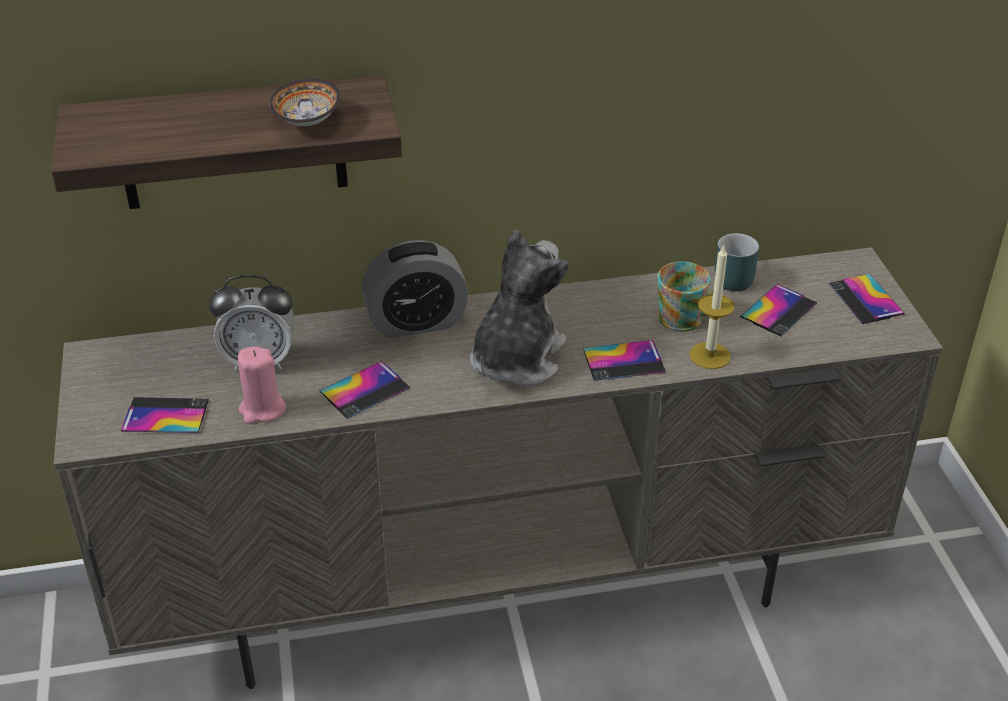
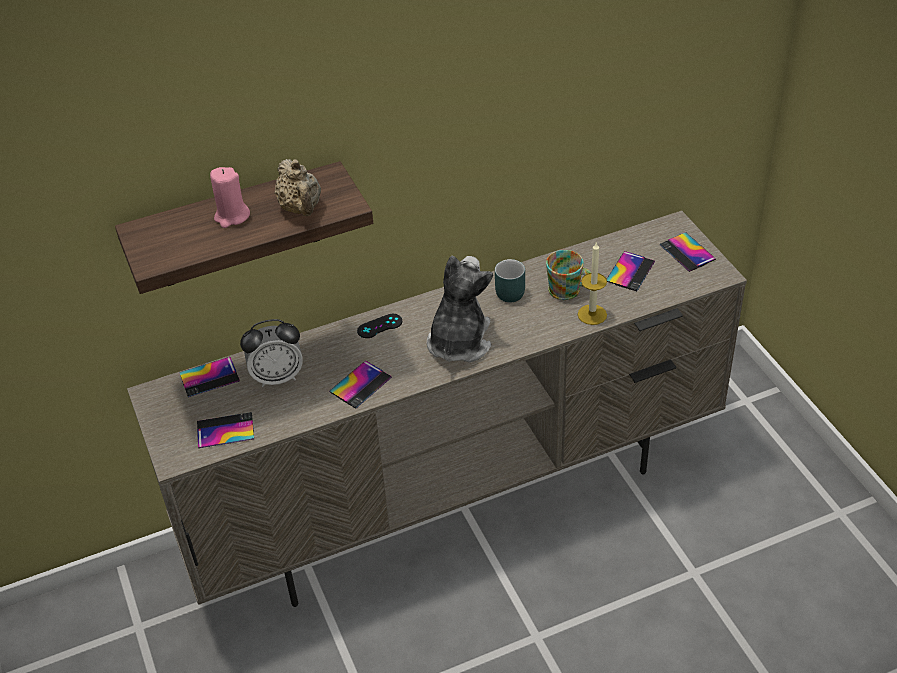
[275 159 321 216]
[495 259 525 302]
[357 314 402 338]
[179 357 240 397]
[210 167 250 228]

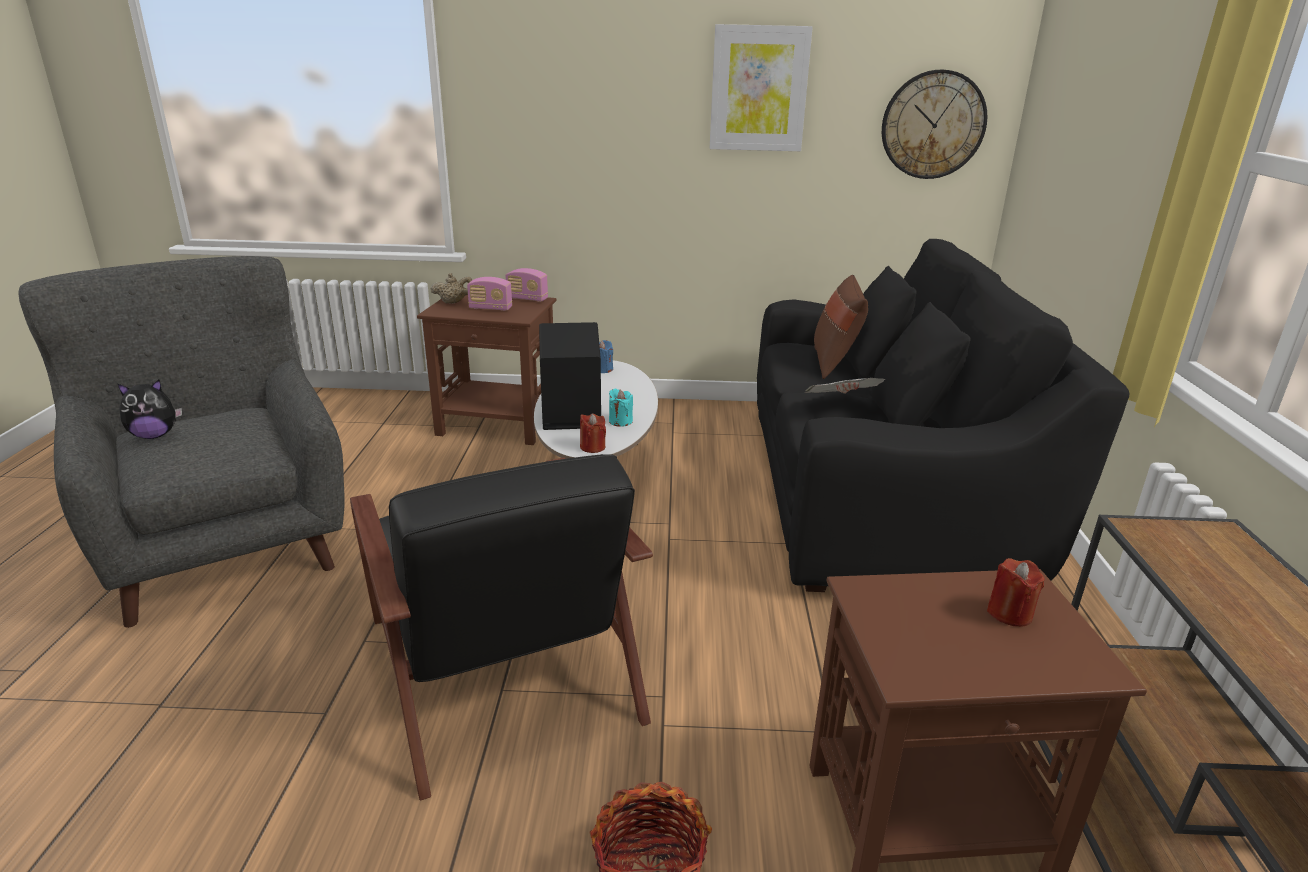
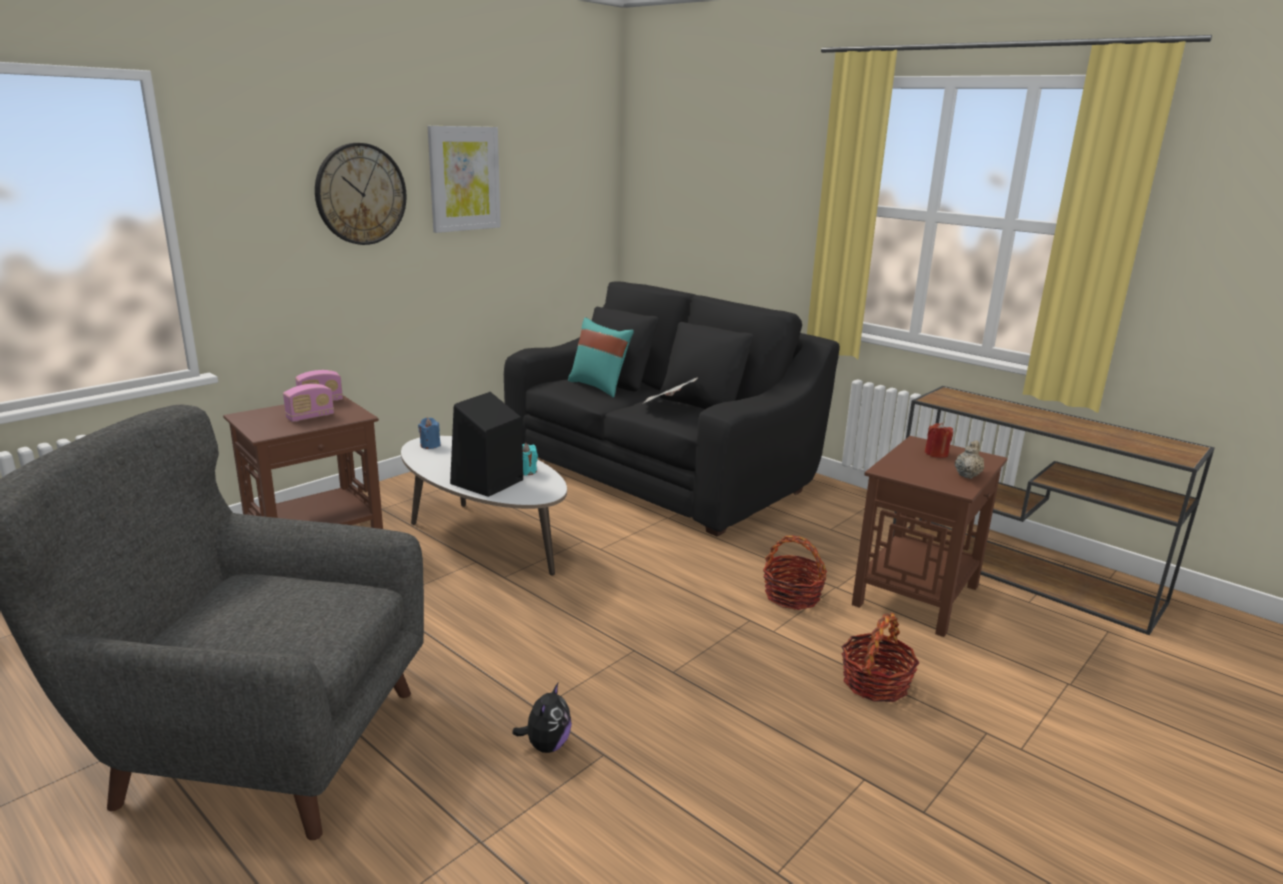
[315 143 406 245]
[955 440 984 479]
[568 317 634 398]
[512 683 572 753]
[580 414 606 453] (first image)
[350 454 653 801] (first image)
[763 536 827 610]

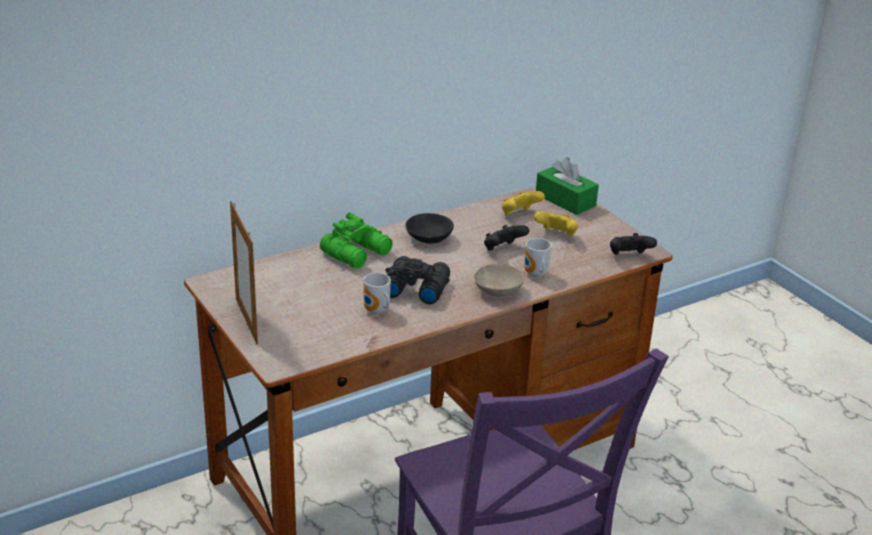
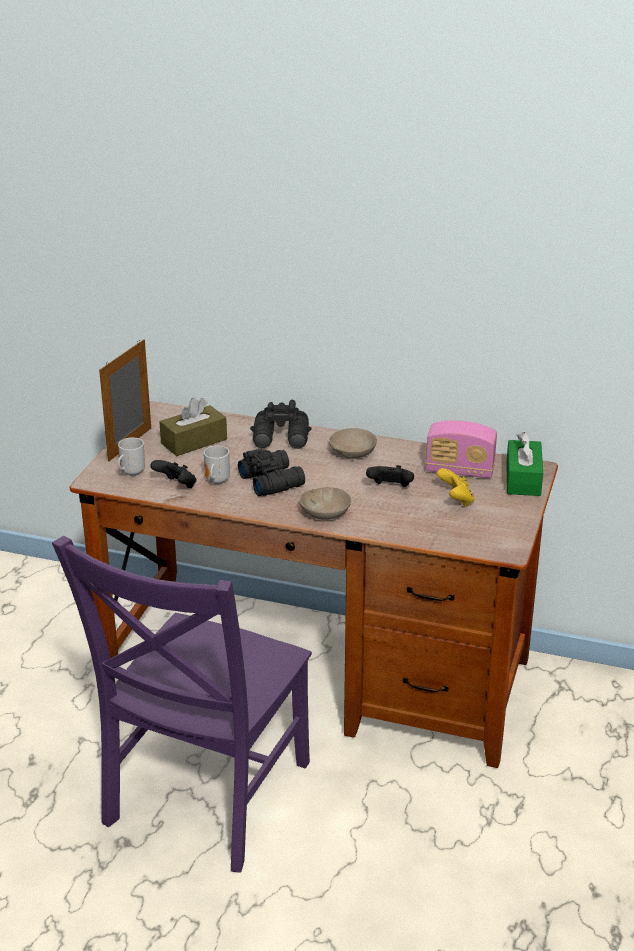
[426 420 497 478]
[250 400 311 449]
[329 428 377 459]
[150 460 197 488]
[118 437 145 476]
[159 397 227 456]

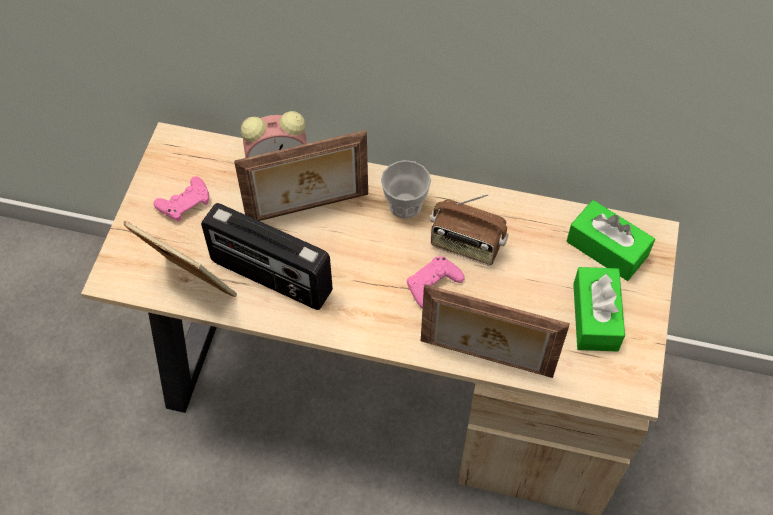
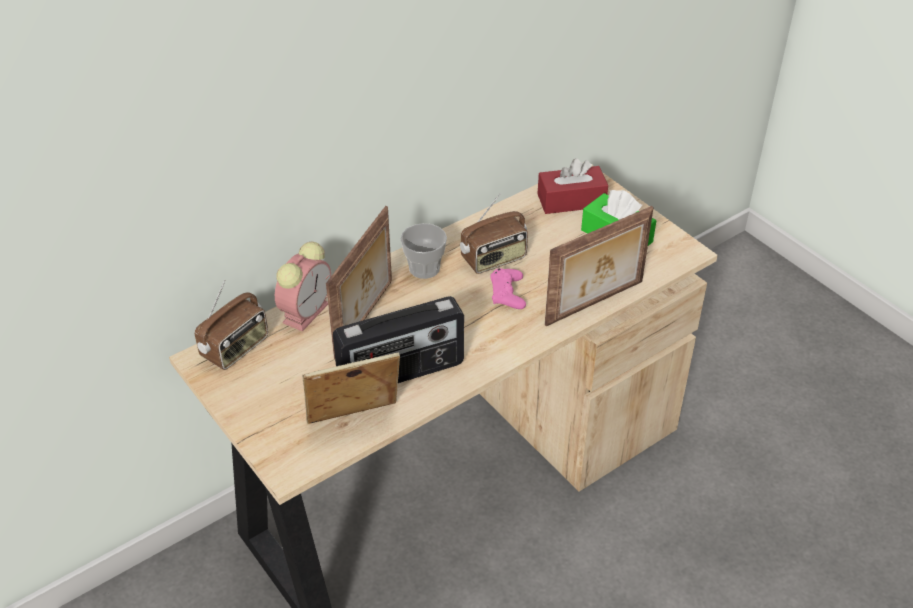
[153 176 209 222] (first image)
[538 158 608 214]
[195 280 268 370]

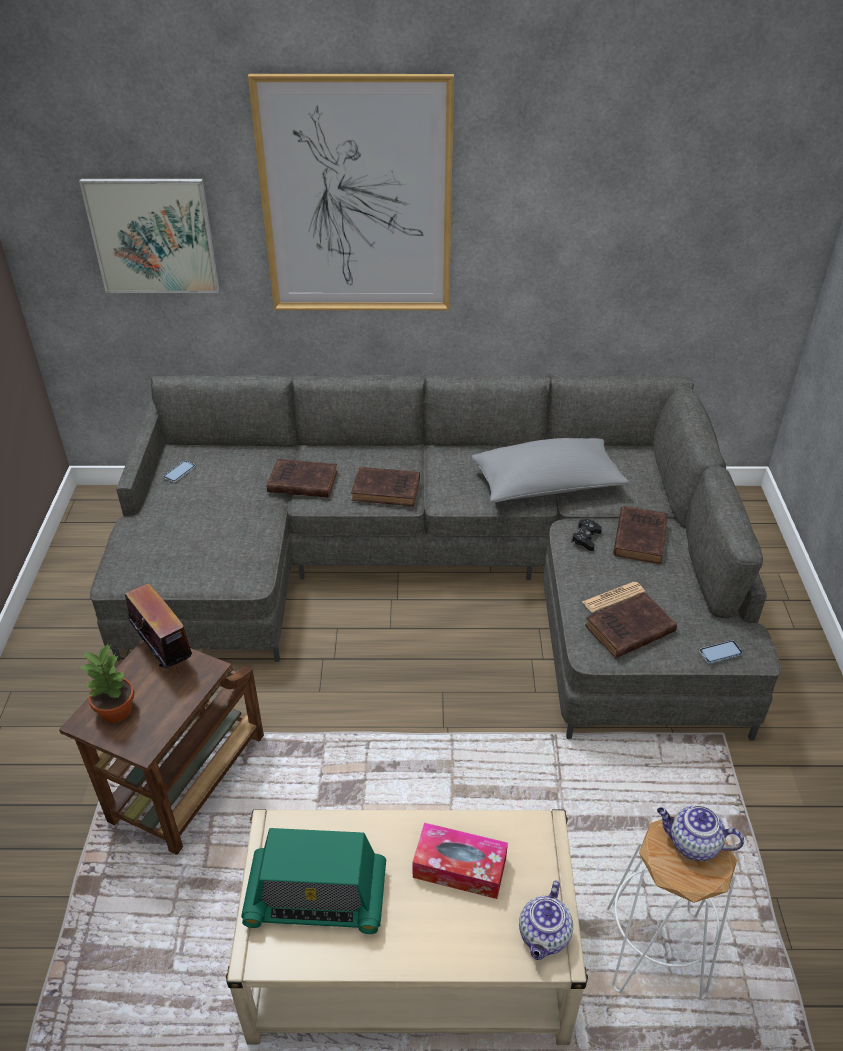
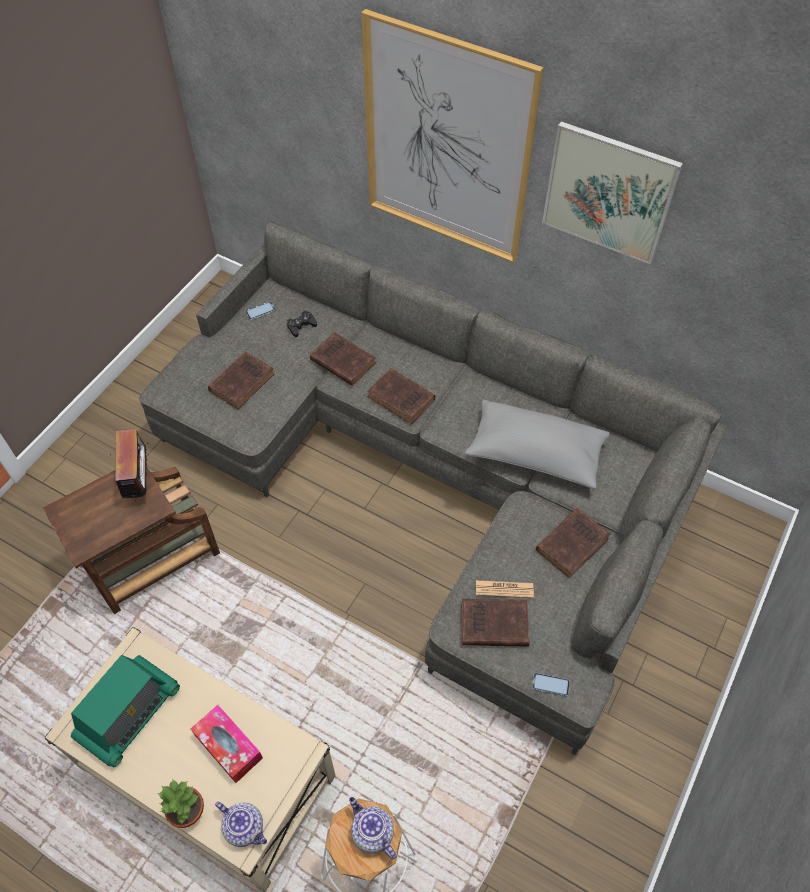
[542 121 683 264]
[287 310 317 337]
[158 780 204 828]
[71 655 180 768]
[215 801 267 847]
[208 352 275 409]

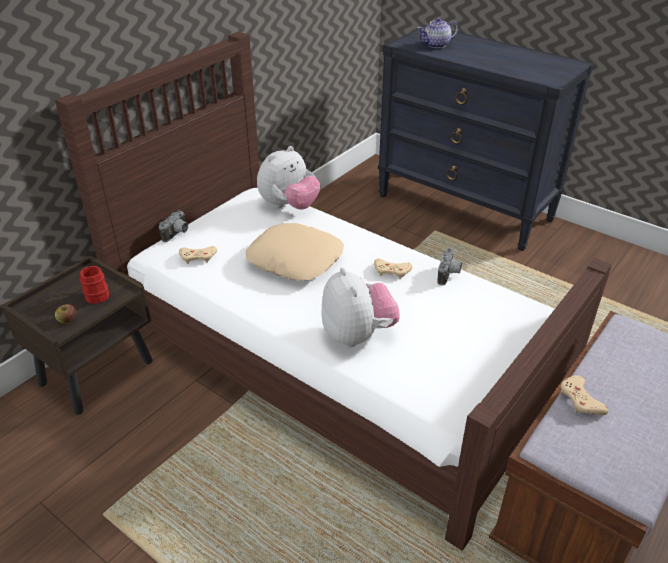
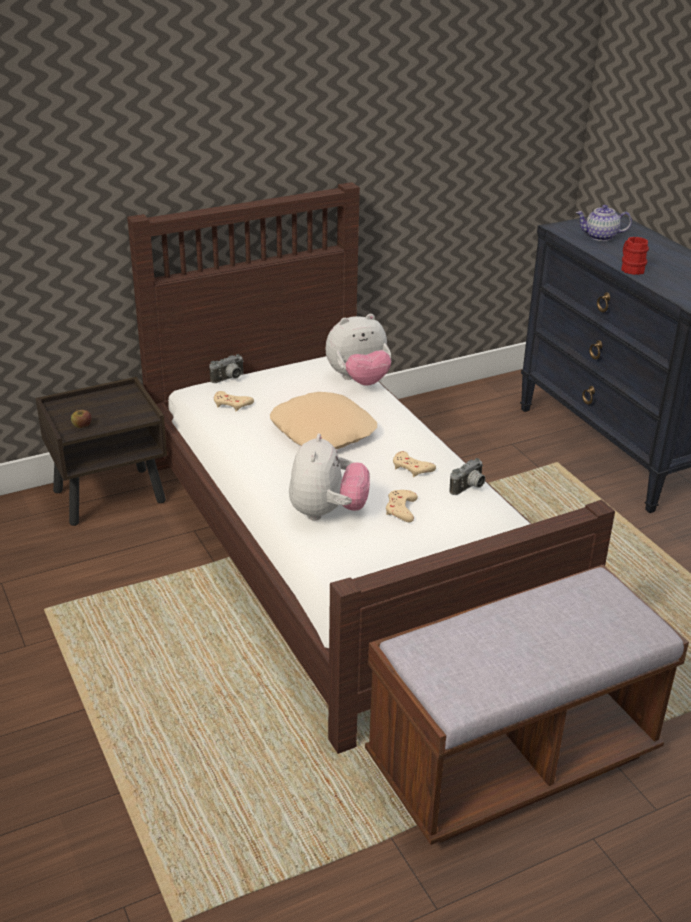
[621 237 649 275]
[386 490 418 522]

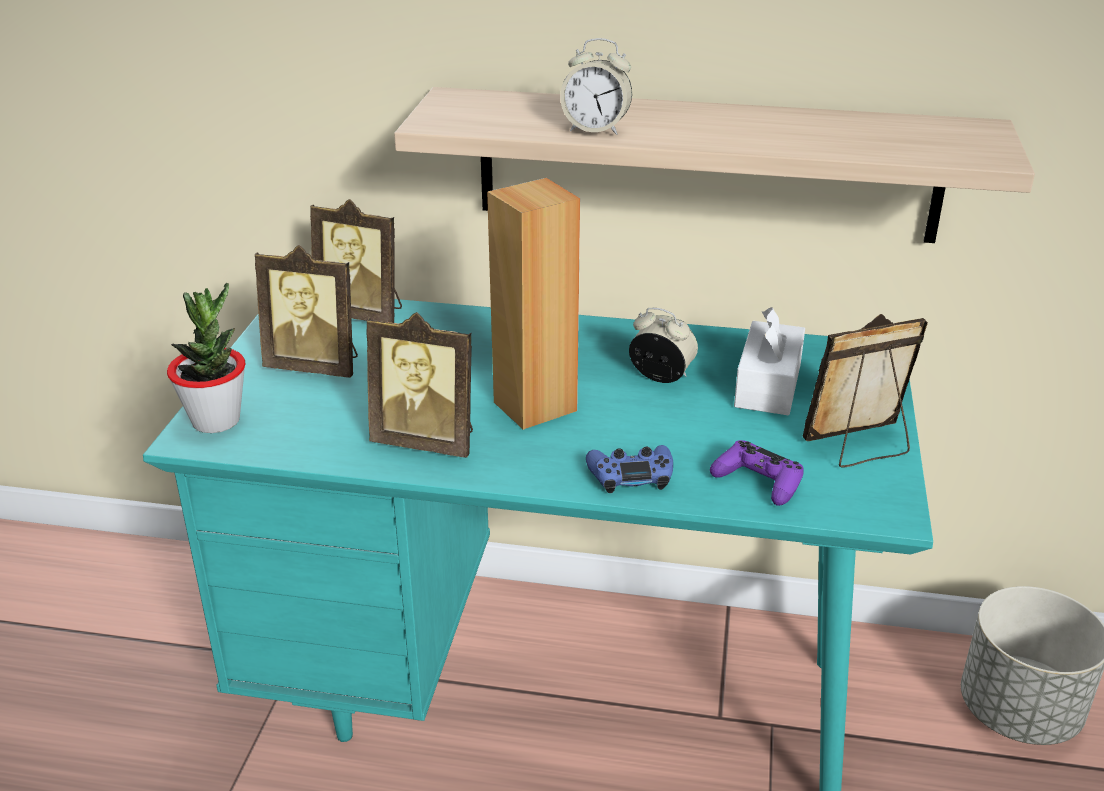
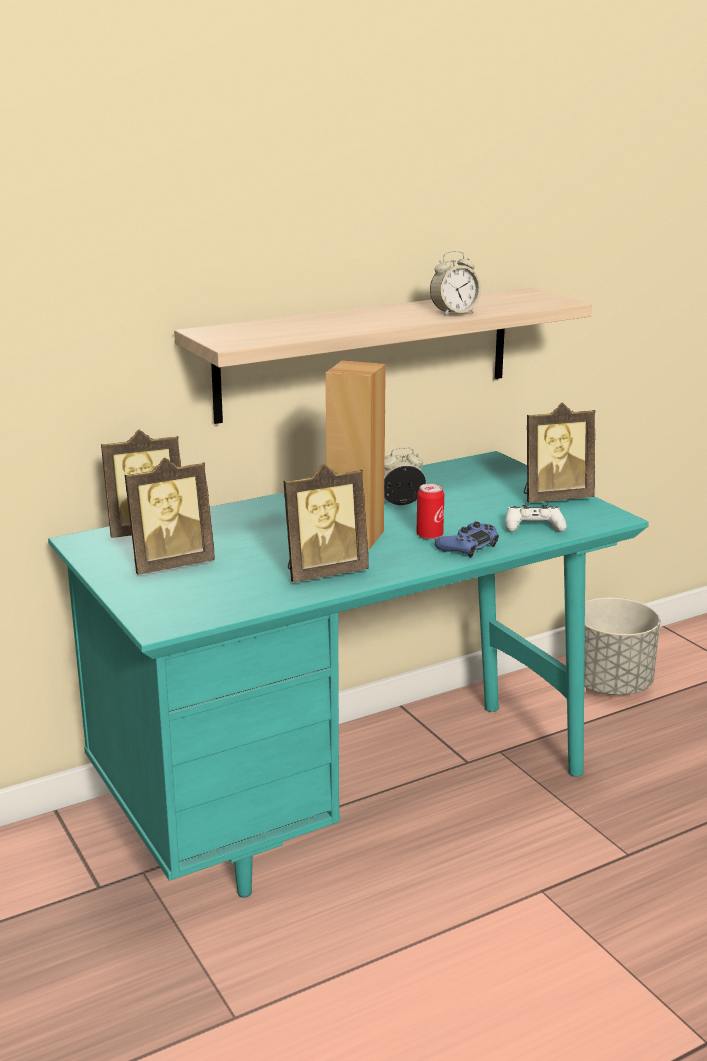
[430 250 481 316]
[167 283 245 433] (first image)
[734 307 805 415] (first image)
[524 403 595 503]
[506 505 567 532]
[416 484 444 540]

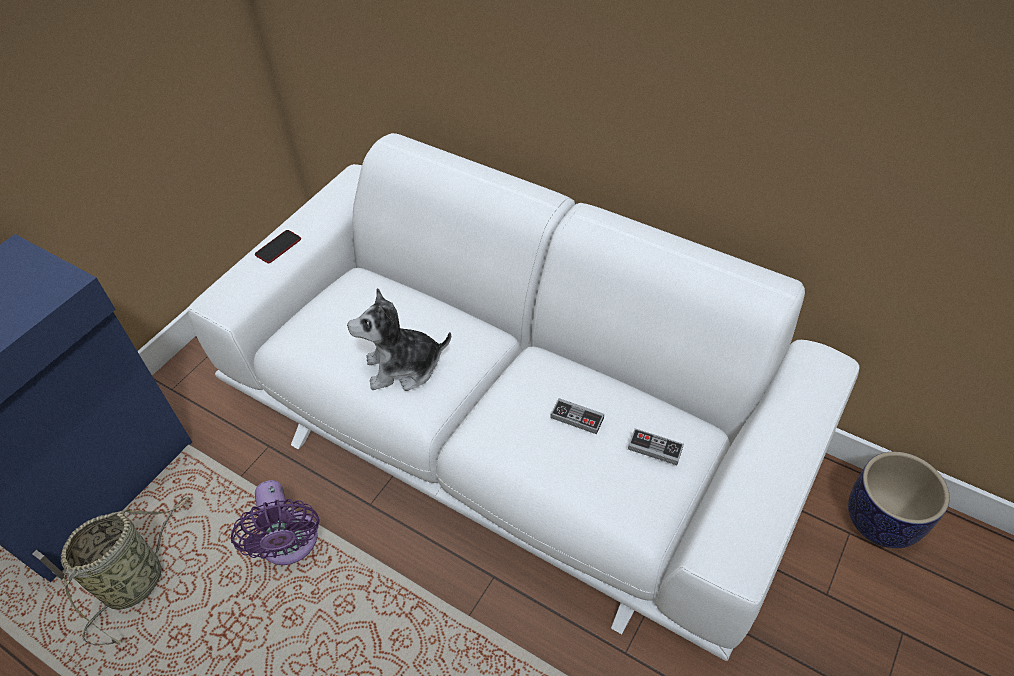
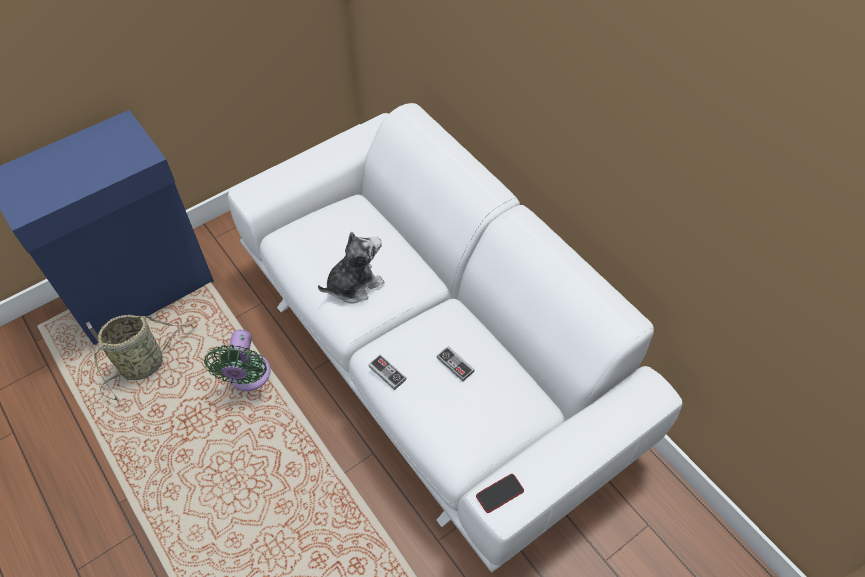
[476 474 524 513]
[318 232 384 303]
[368 354 406 390]
[848 451 950 548] (first image)
[204 330 271 391]

